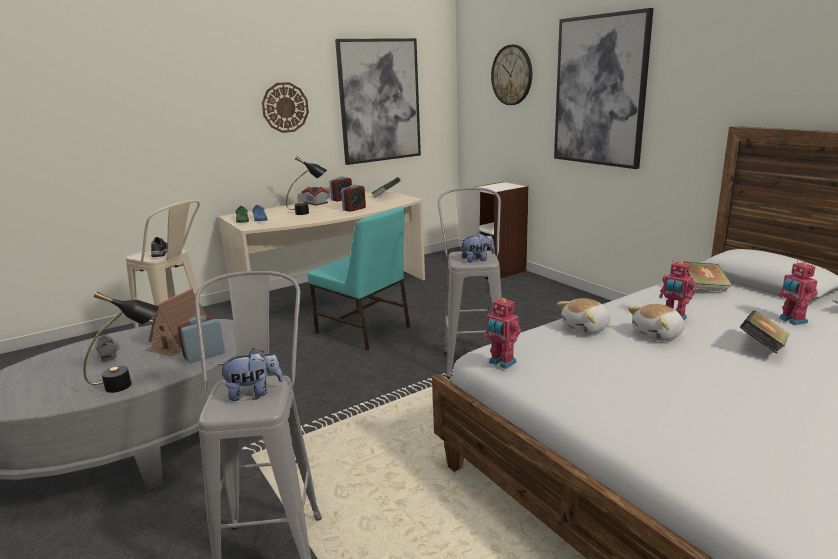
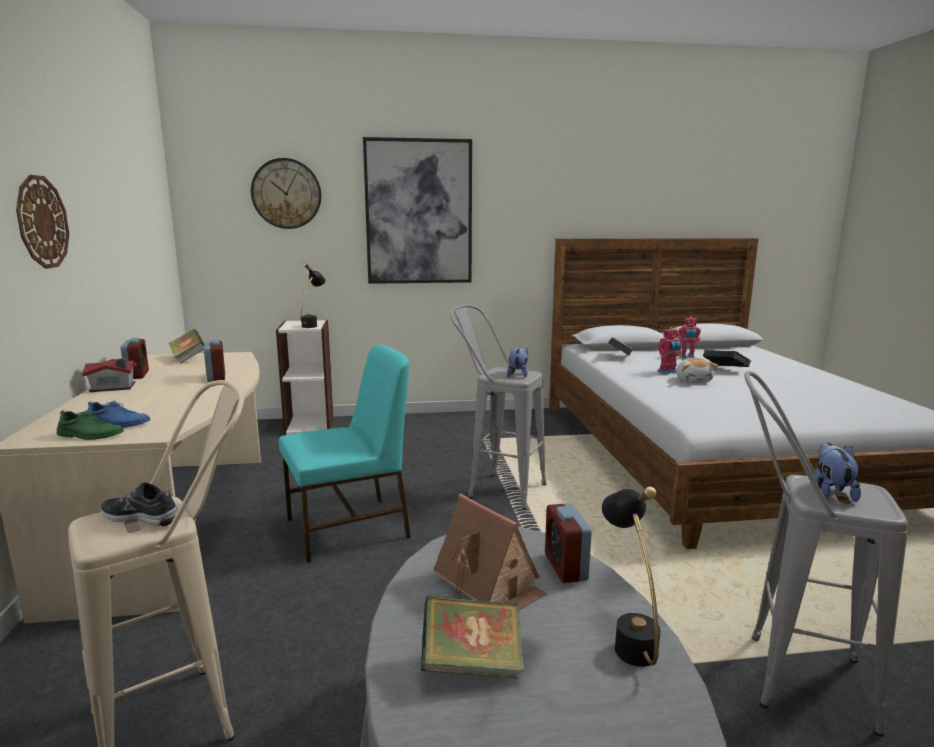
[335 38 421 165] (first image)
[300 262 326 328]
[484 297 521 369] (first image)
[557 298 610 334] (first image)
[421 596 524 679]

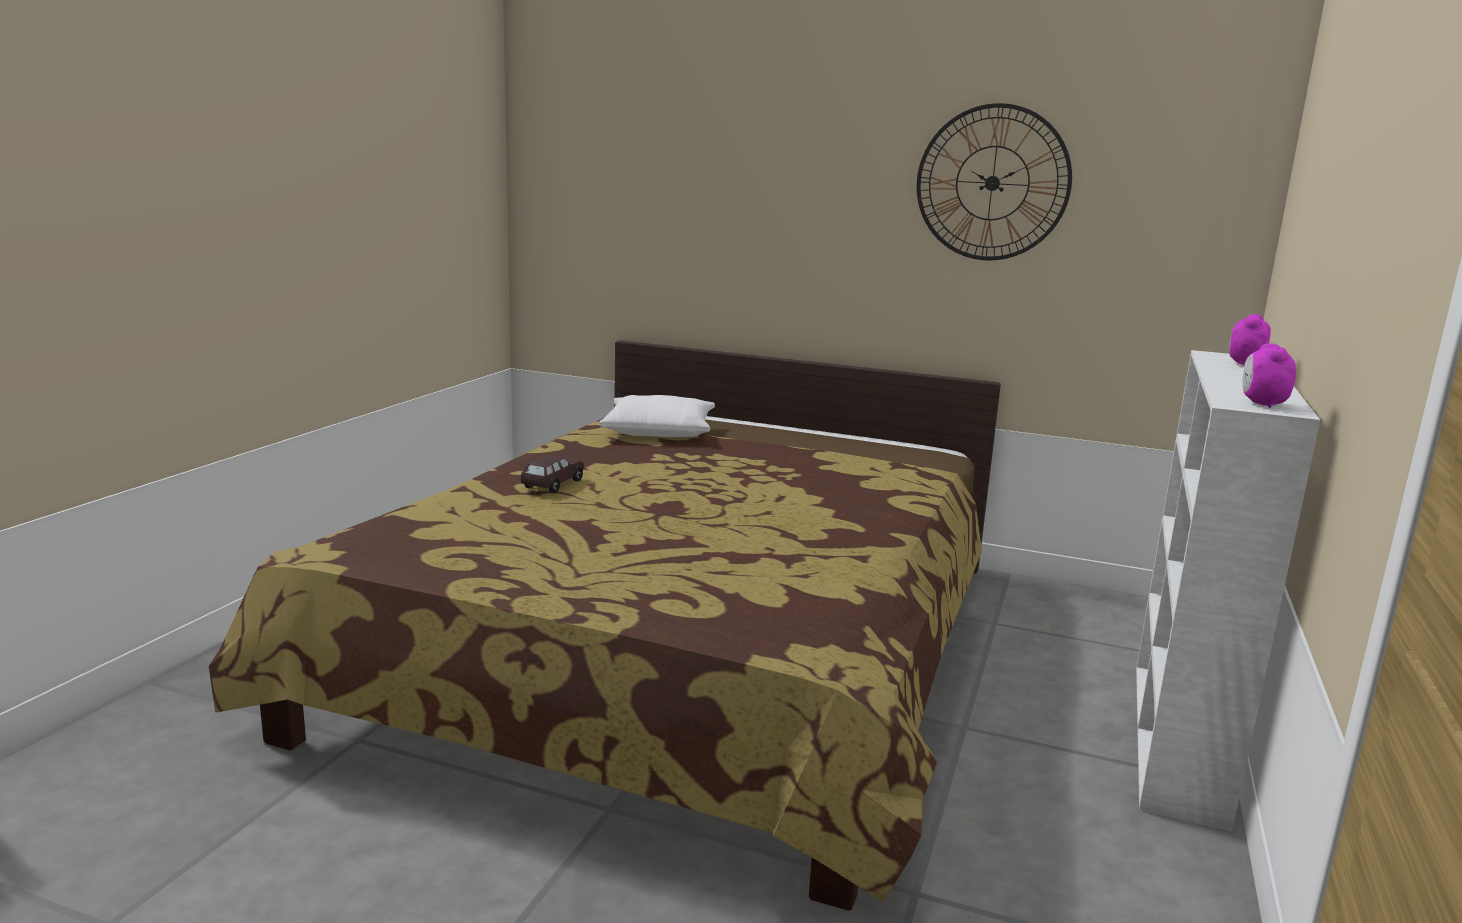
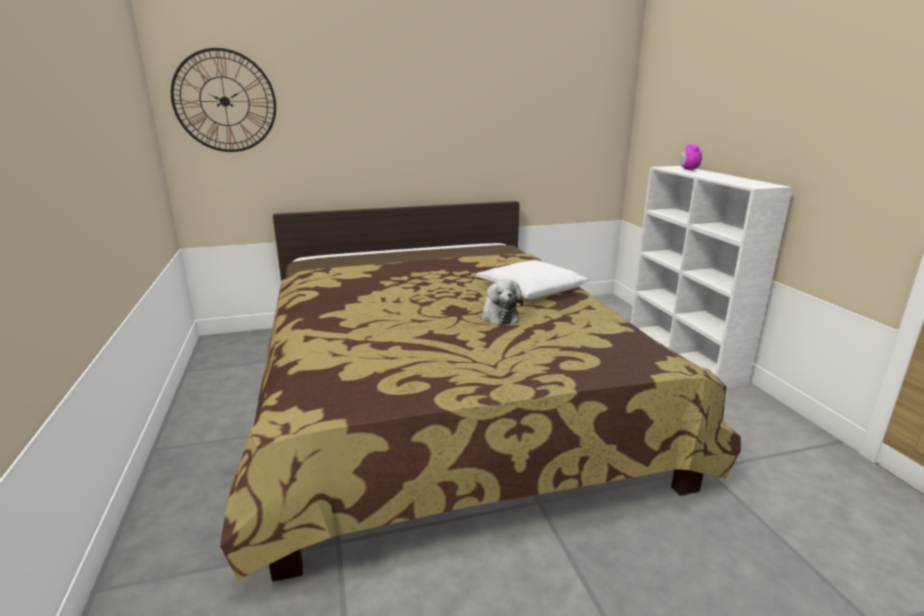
[171 48 276 152]
[1243 343 1296 408] (first image)
[476 260 589 299]
[521 455 584 493] (first image)
[481 279 523 325]

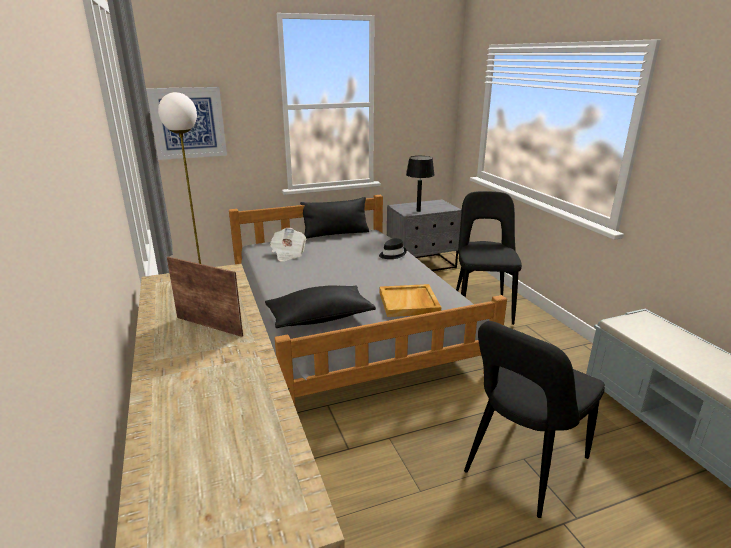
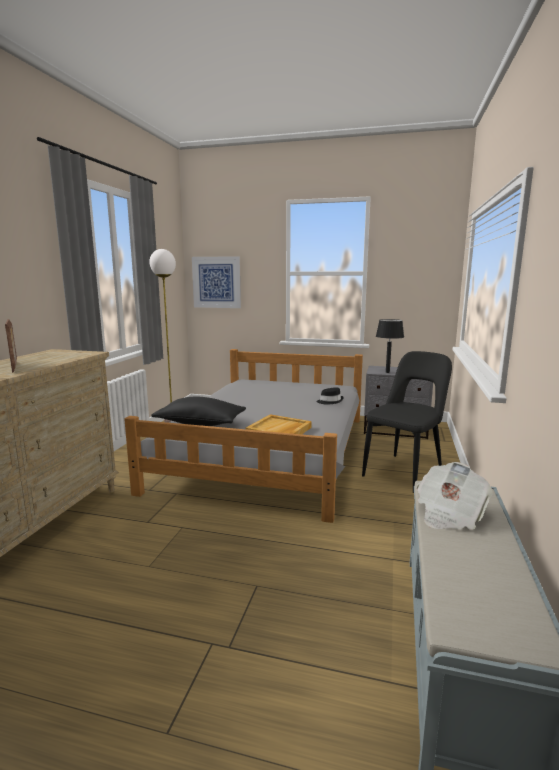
[300 197 369 239] (first image)
[417 462 493 530]
[464 321 605 518] (first image)

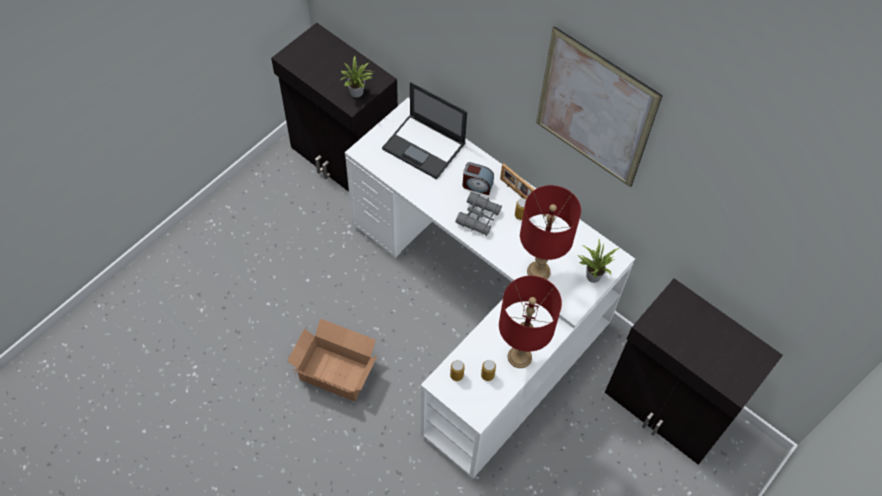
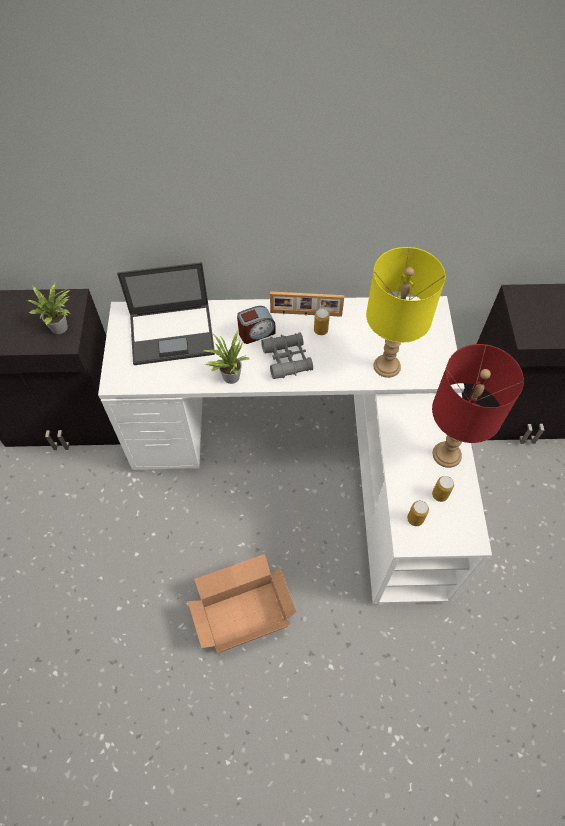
[536 26 663 187] (first image)
[366 247 445 378]
[204 329 251 384]

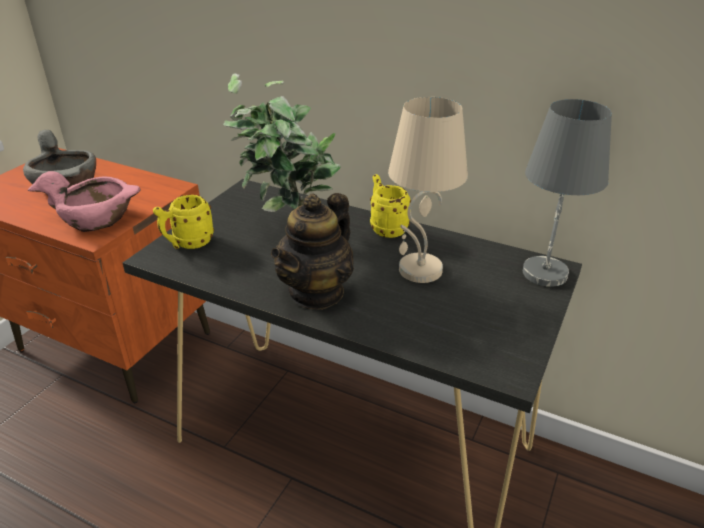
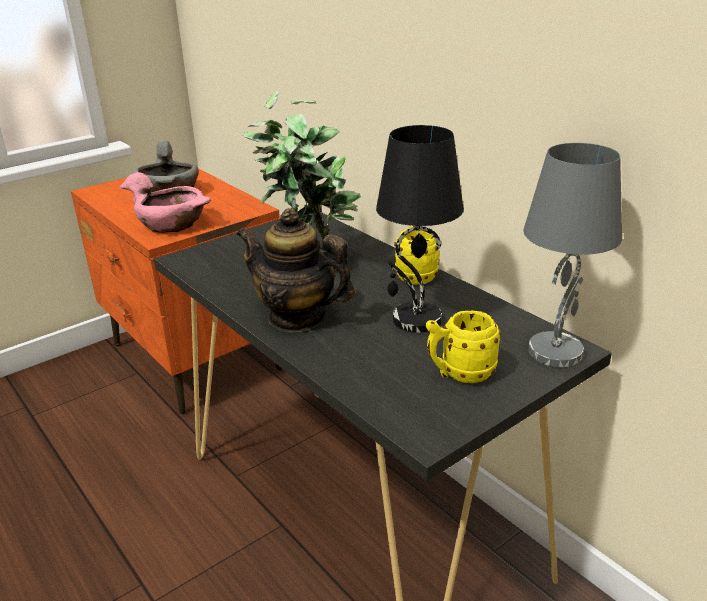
[376 125 464 333]
[236 208 355 332]
[426 310 501 383]

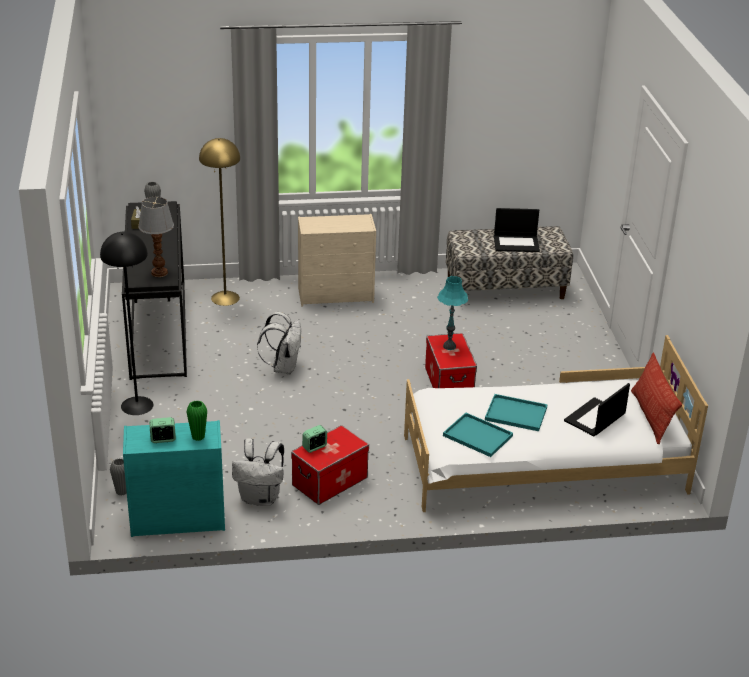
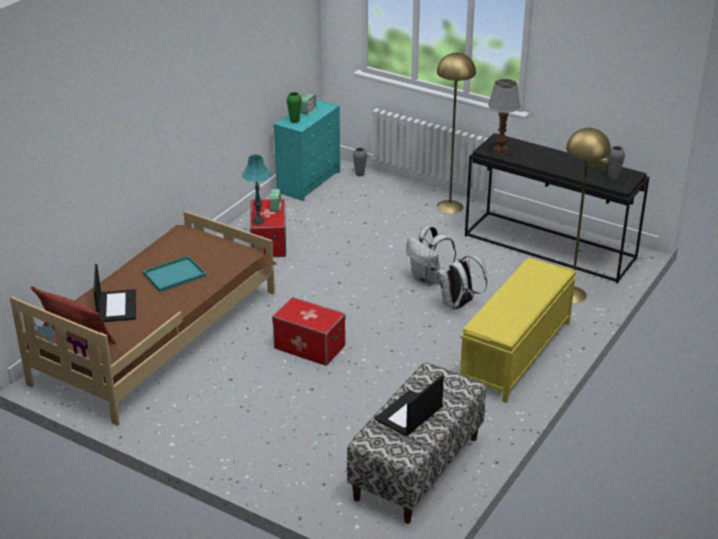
[460 258 577 403]
[436 53 476 214]
[242 154 271 225]
[10 211 277 426]
[443 413 513 457] (first image)
[437 255 487 310]

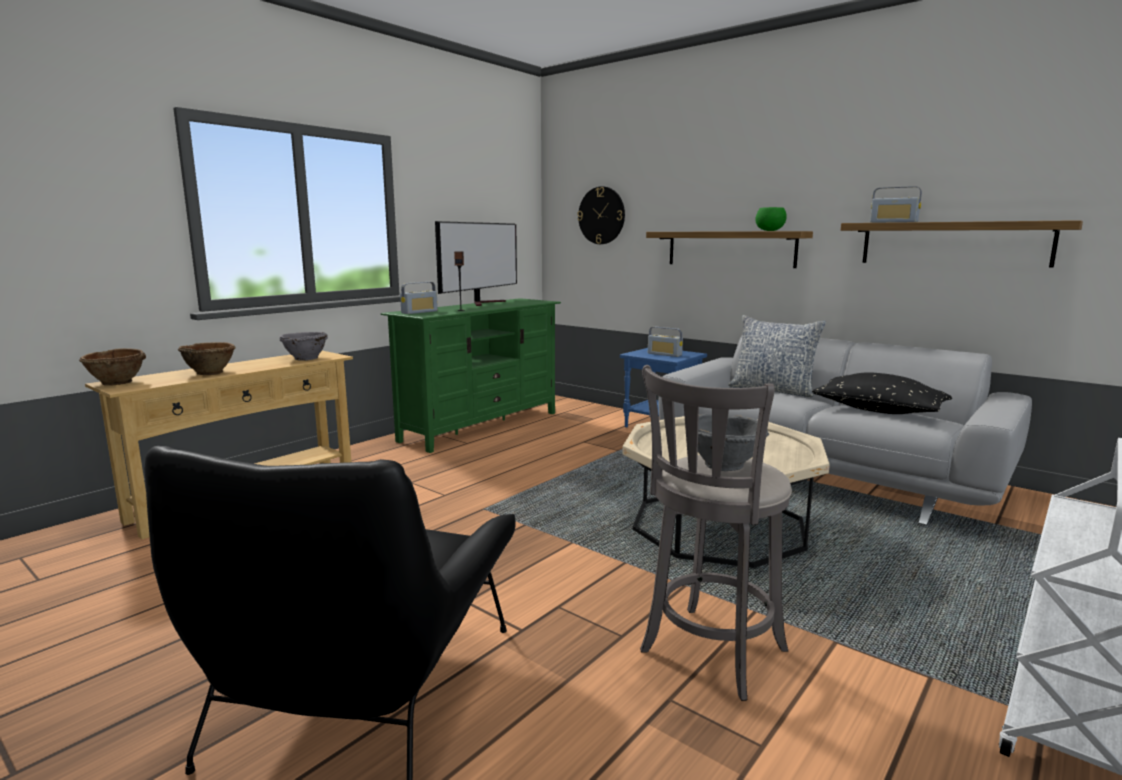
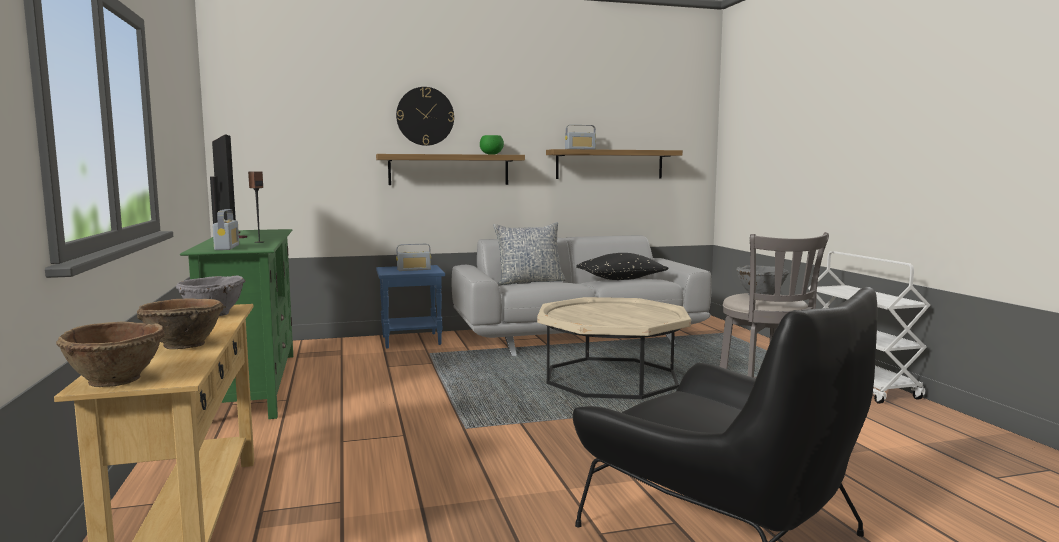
[396 87 454 146]

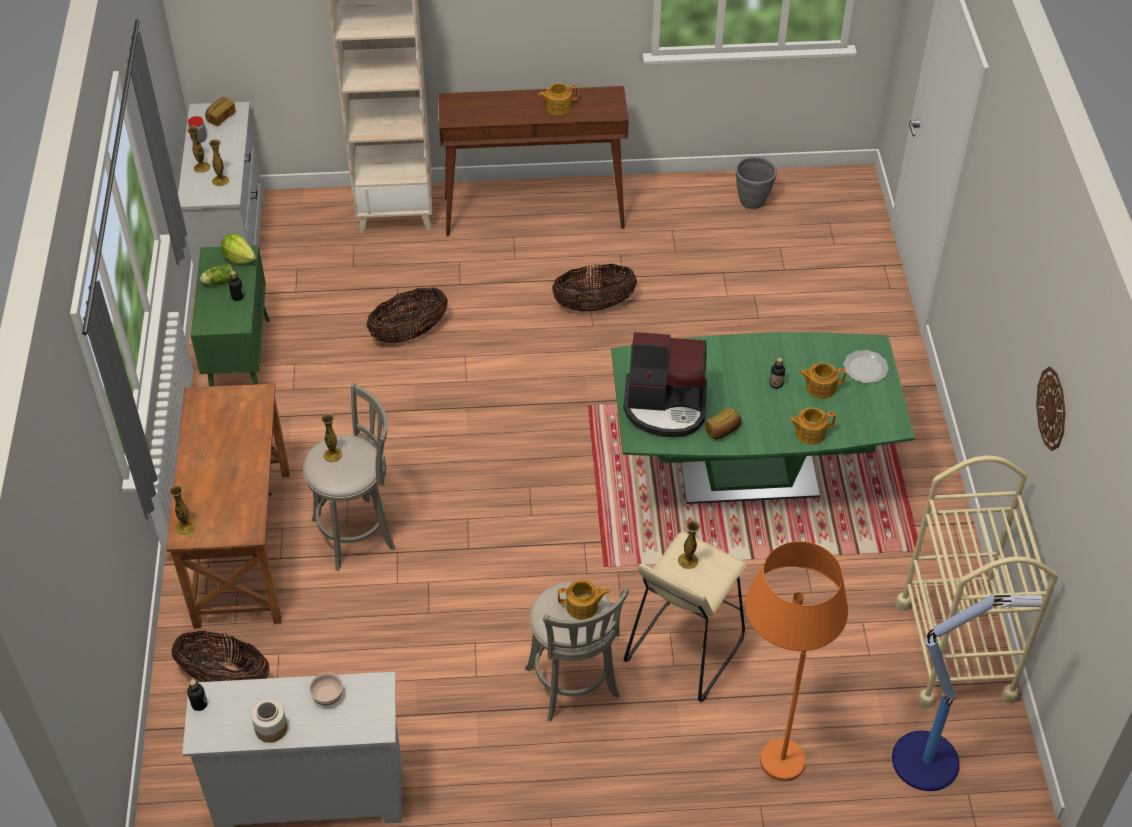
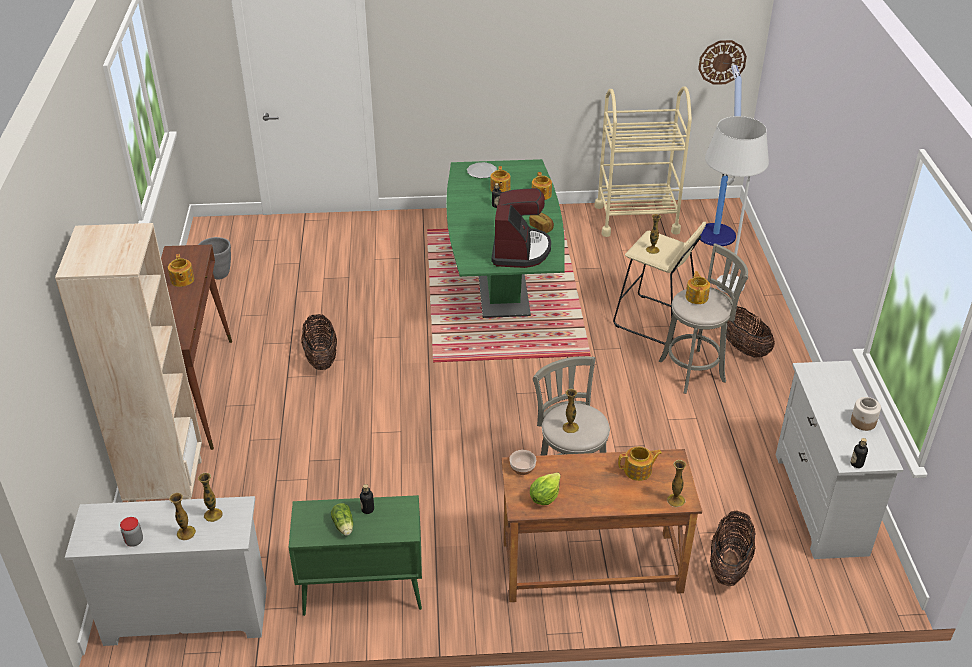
[205 97 236 126] (first image)
[530 472 561 505]
[726 306 775 358]
[698 40 747 85]
[705 116 769 294]
[509 450 536 475]
[618 447 662 481]

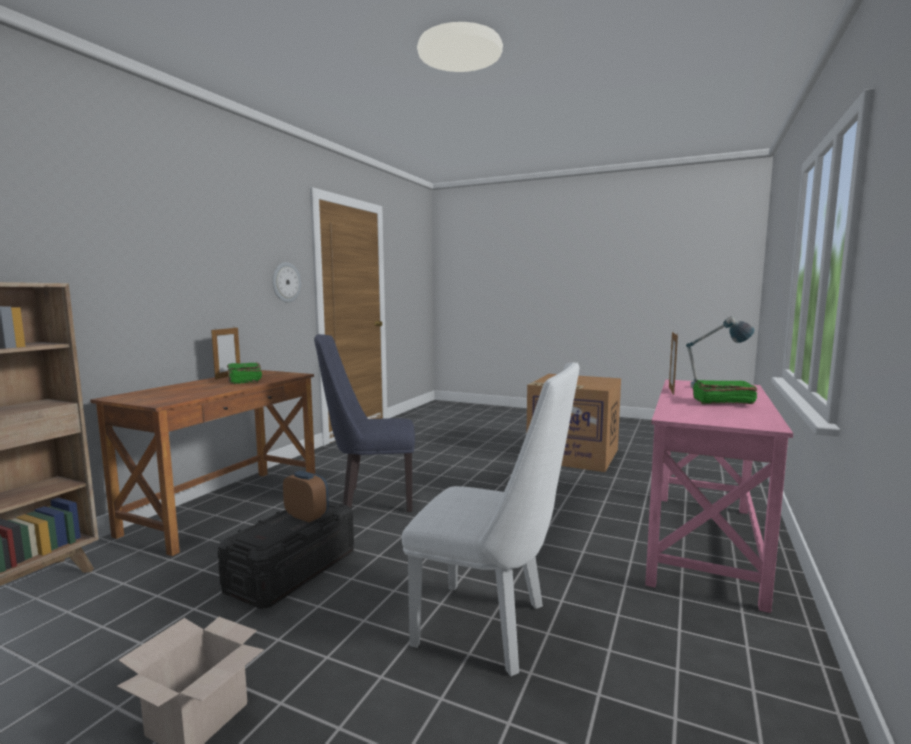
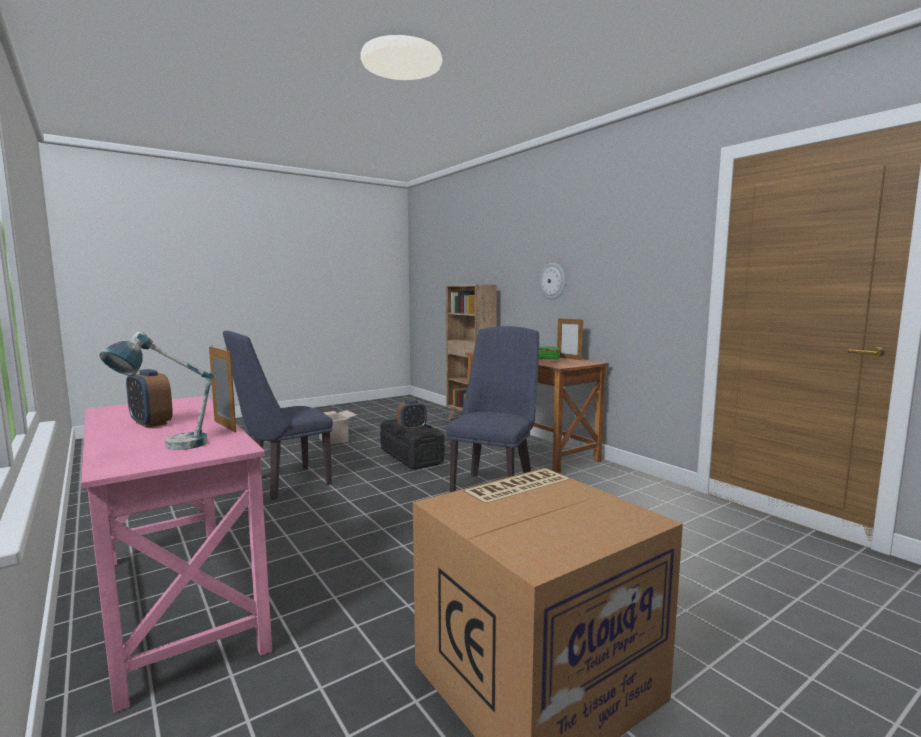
[539 263 566 300]
[223 331 333 499]
[126 369 173 428]

